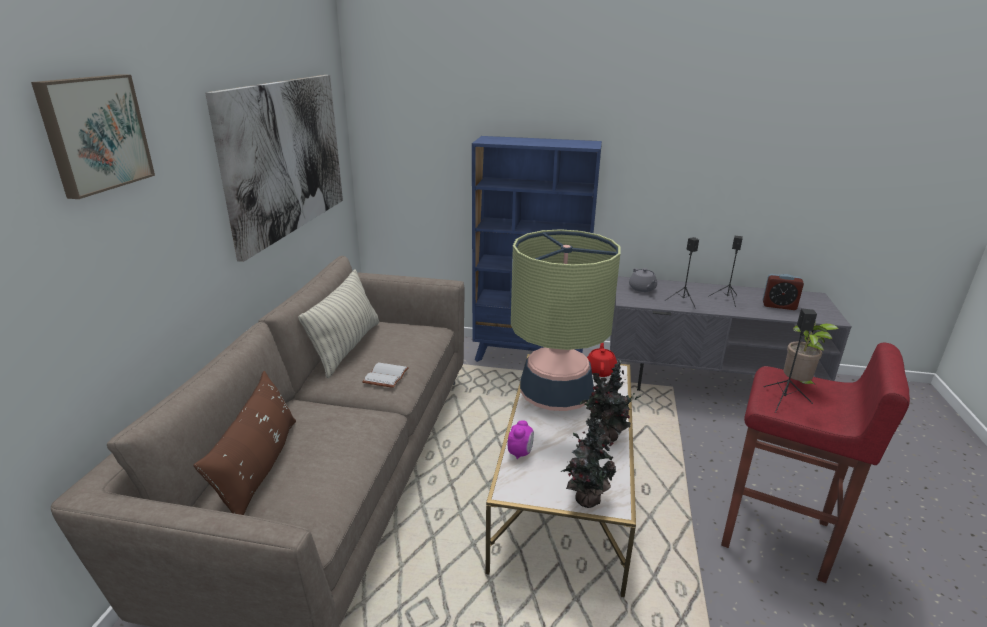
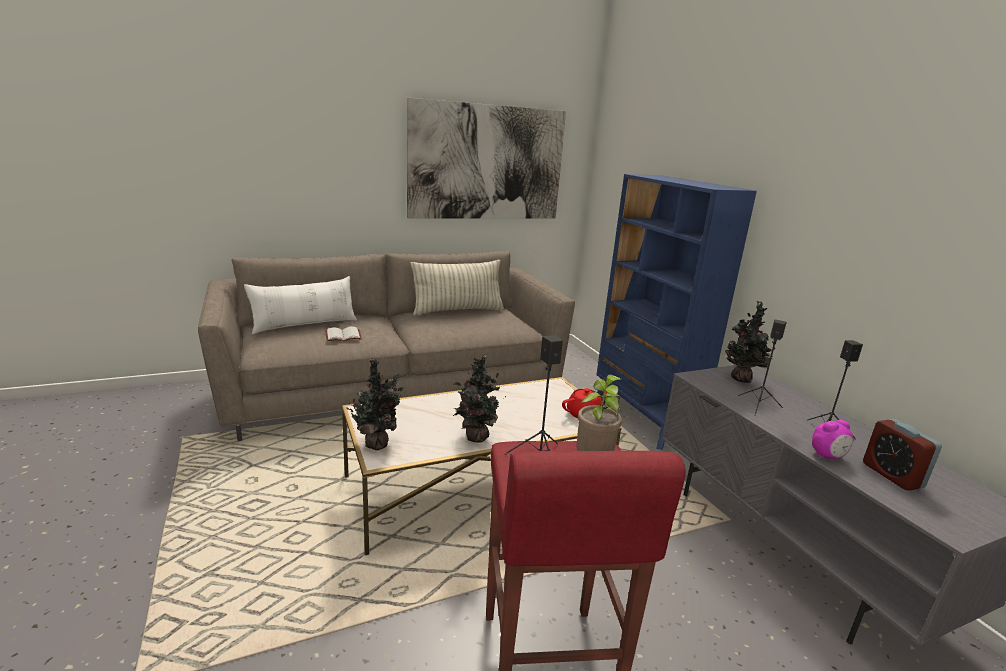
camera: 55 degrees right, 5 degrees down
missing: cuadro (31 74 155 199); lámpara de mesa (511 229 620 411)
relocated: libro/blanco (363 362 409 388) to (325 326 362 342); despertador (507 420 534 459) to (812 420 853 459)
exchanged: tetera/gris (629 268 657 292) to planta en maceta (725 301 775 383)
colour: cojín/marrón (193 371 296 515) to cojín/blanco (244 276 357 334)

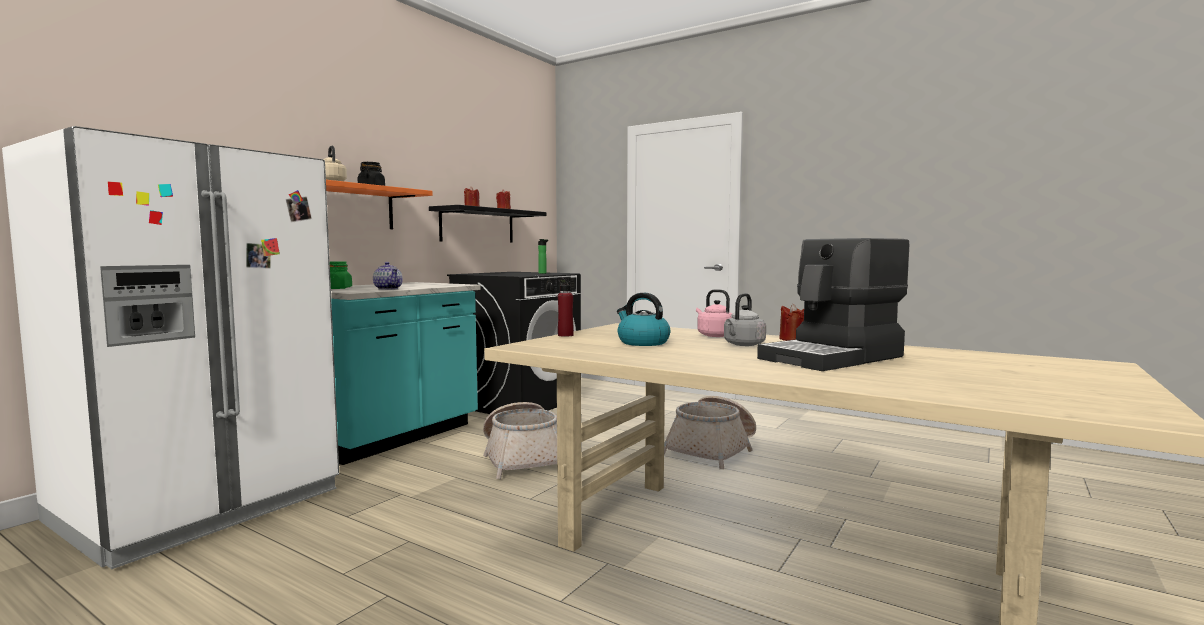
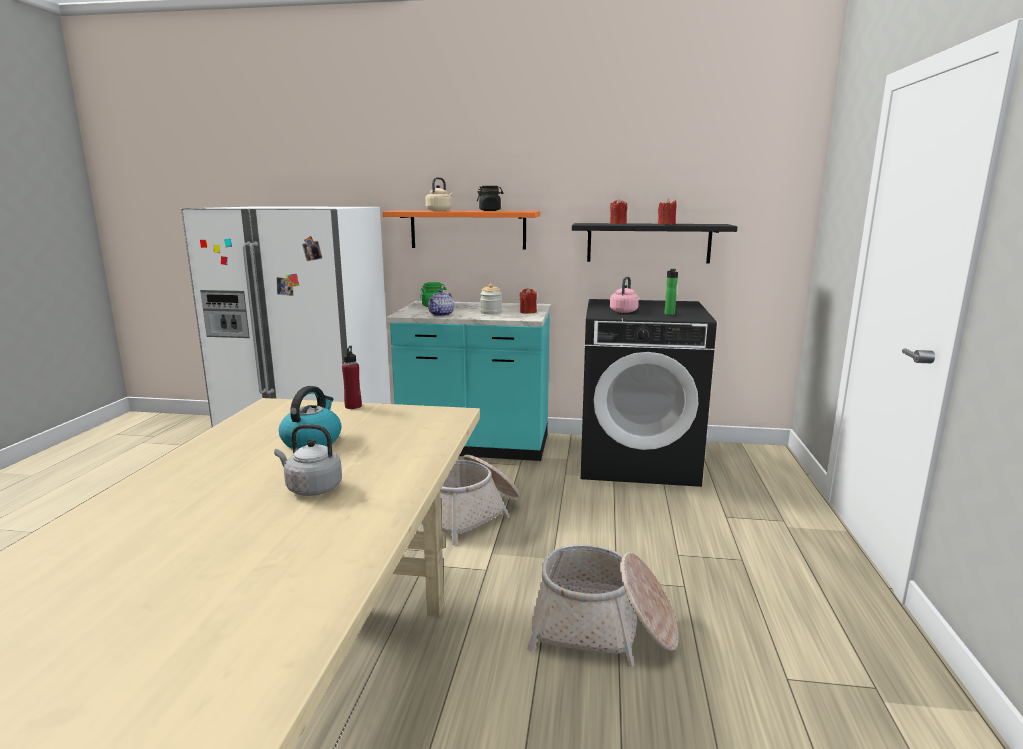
camera: 65 degrees right, 10 degrees up
missing: cafetera (757 238 909 371)
appeared: tarro (480 284 502 314)
relocated: hervidor/rosa (696 289 732 337) to (610 276 639 313); vela/rojo (779 304 804 341) to (520 288 537 314)

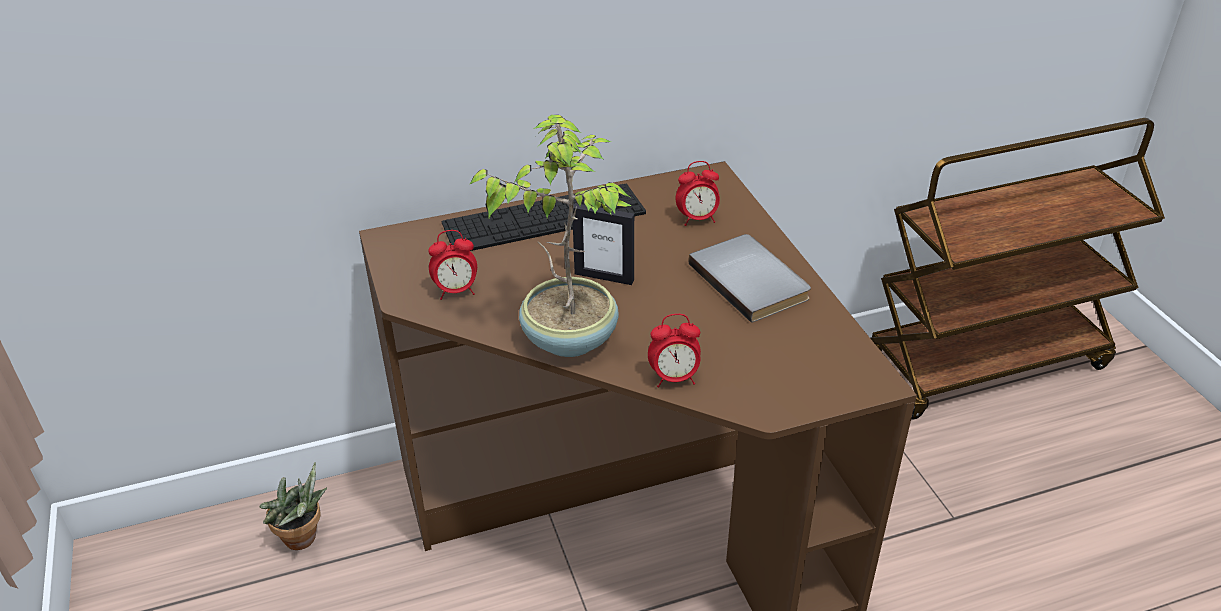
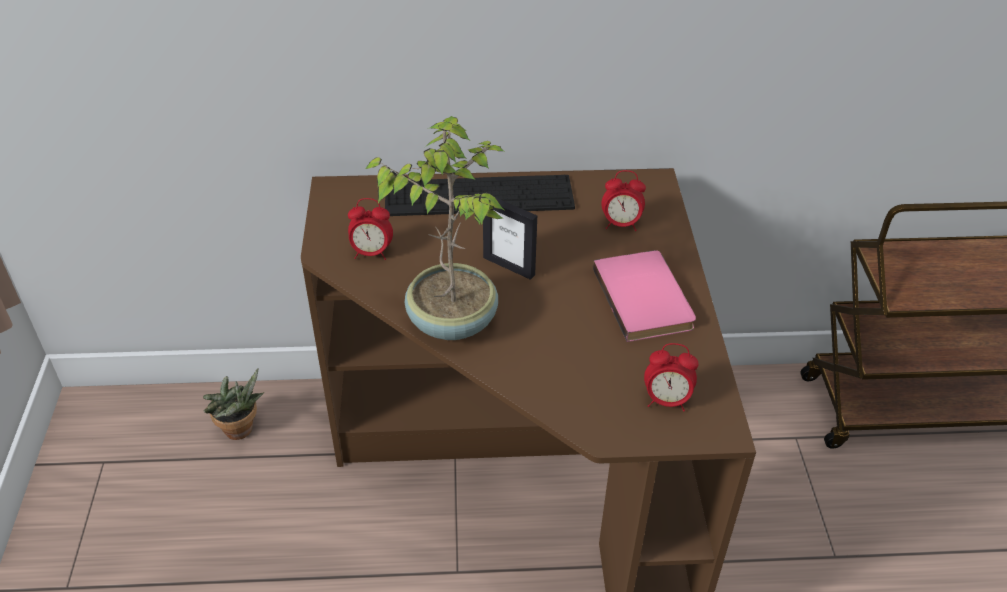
camera: 15 degrees right, 5 degrees up
relocated: despertador (648 314 701 388) to (644 343 699 412)
colour: libro/gris (688 234 811 323) to libro/rosa (593 250 696 342)

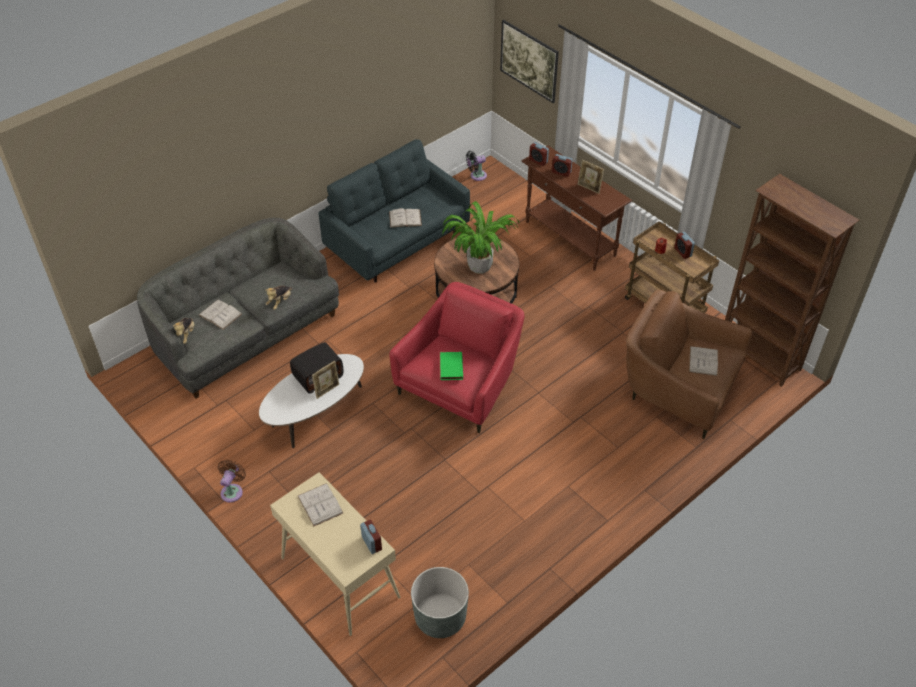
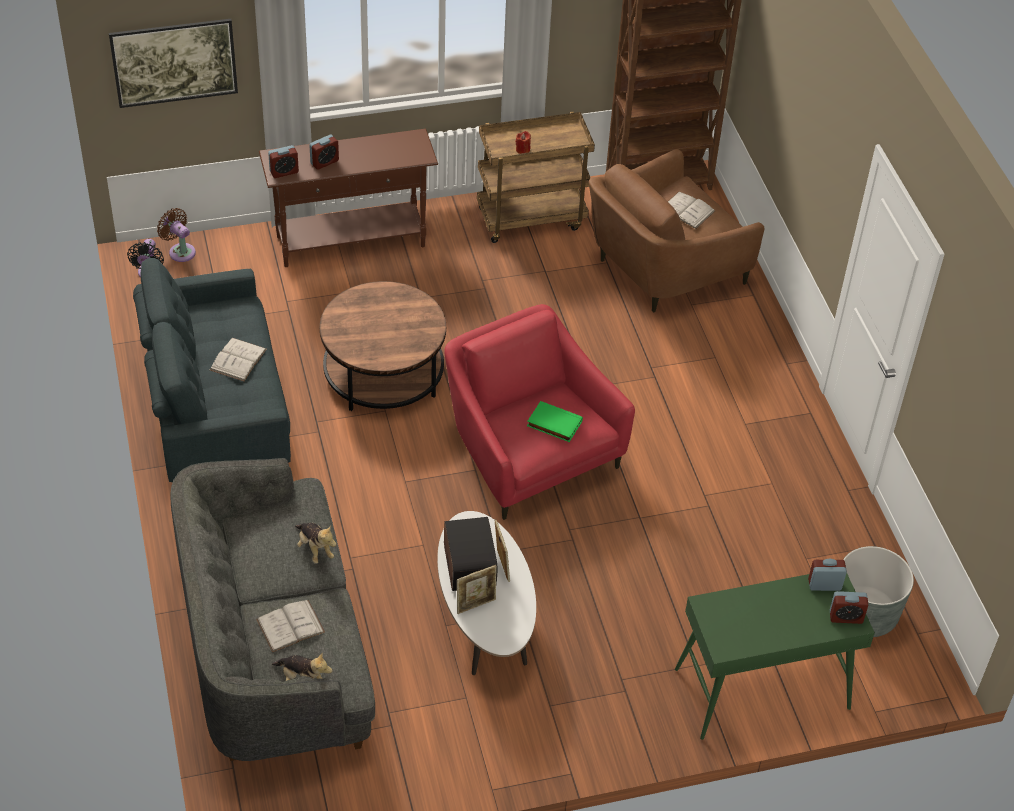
camera: 65 degrees left, 0 degrees up
missing: libro/blanco (298 483 343 526); planta en maceta (442 201 519 273)
relocated: ventilador/marrón (218 460 246 503) to (157 208 196 262); portarretratos (578 160 604 194) to (457 565 497 614); despertador (674 232 695 259) to (830 591 868 624)
colour: mesa consola/beis (270 472 400 636) to mesa consola/verde (675 573 875 740)

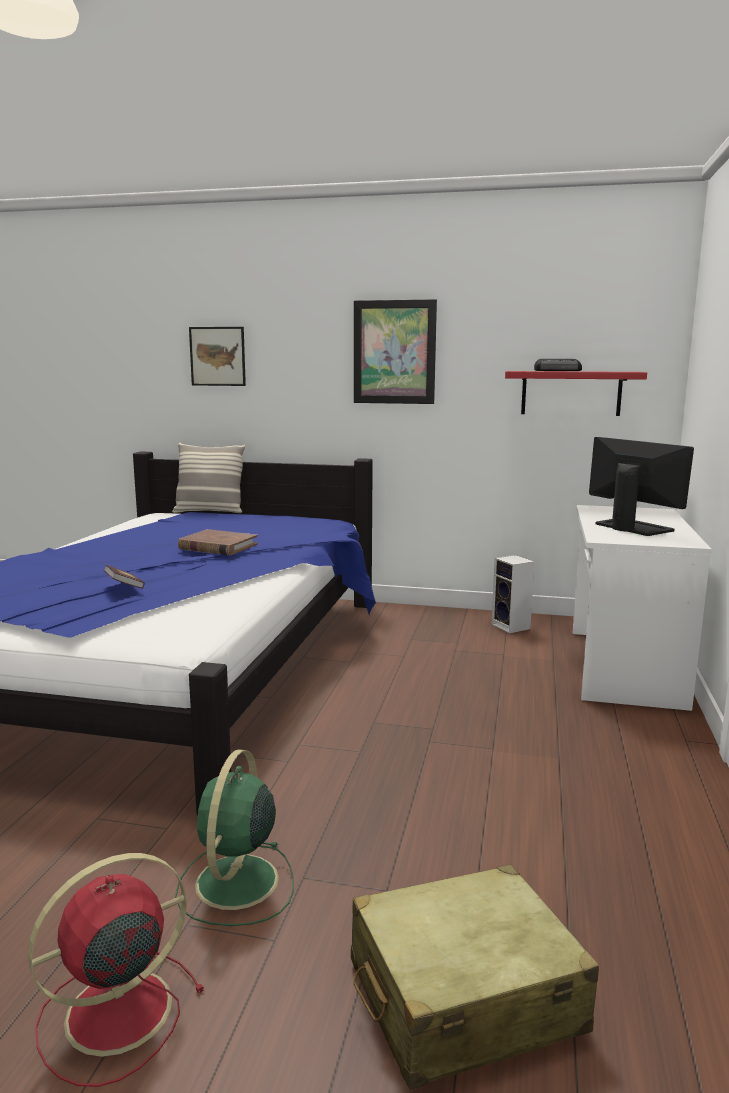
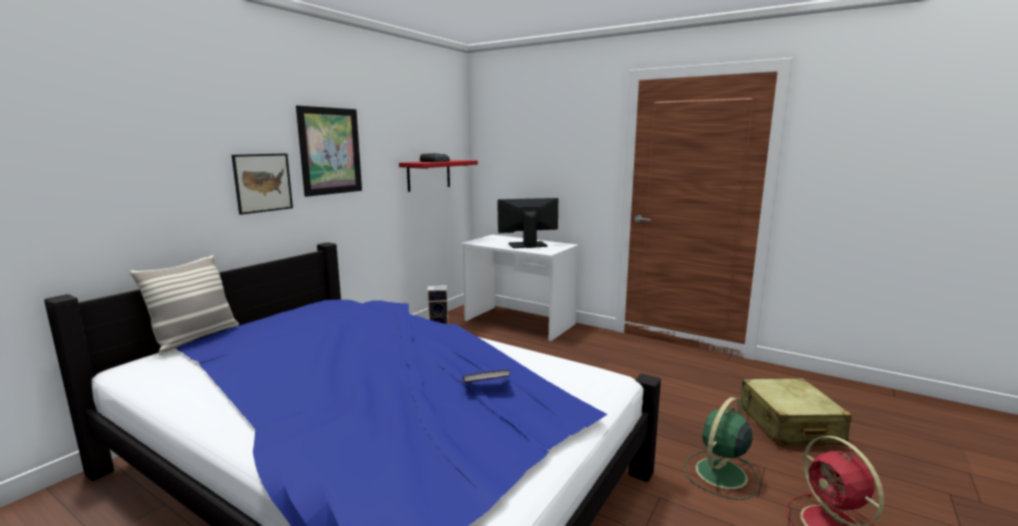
camera: 70 degrees left, 0 degrees up
missing: libro/marrón (178 529 258 556)
relocated: cuadro (189 327 246 386) to (232 153 293 215)
spun: ventilador/verde (175 749 294 926) = (684 397 758 500) 105 degrees clockwise

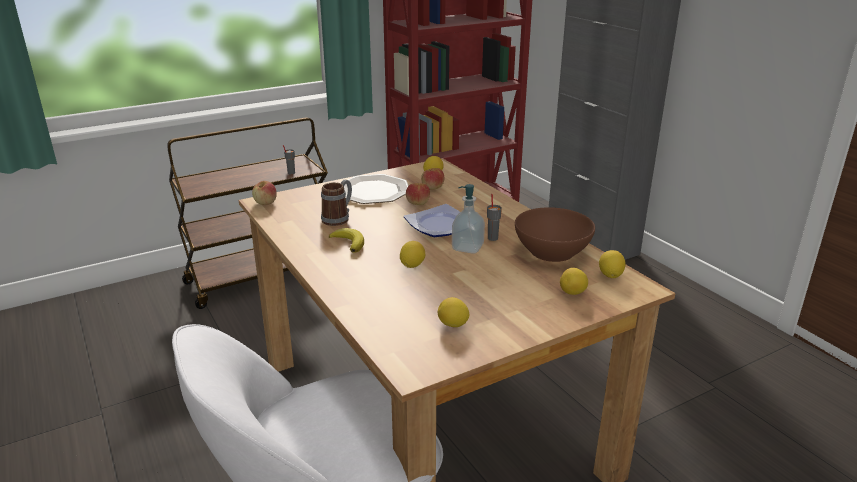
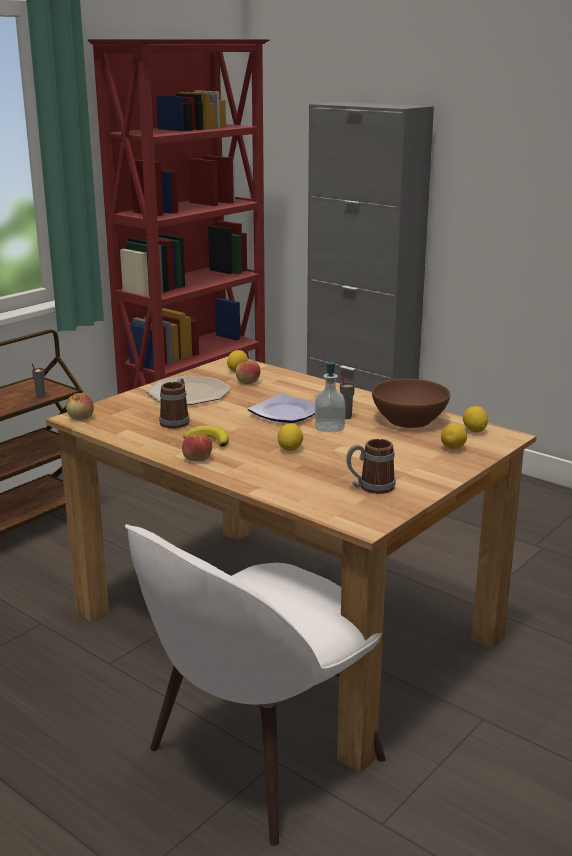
camera: 20 degrees left, 5 degrees down
relocated: manzana (406 183 430 205) to (182 434 212 461)
exchanged: limón (438 297 469 327) to taza grande (346 439 396 494)

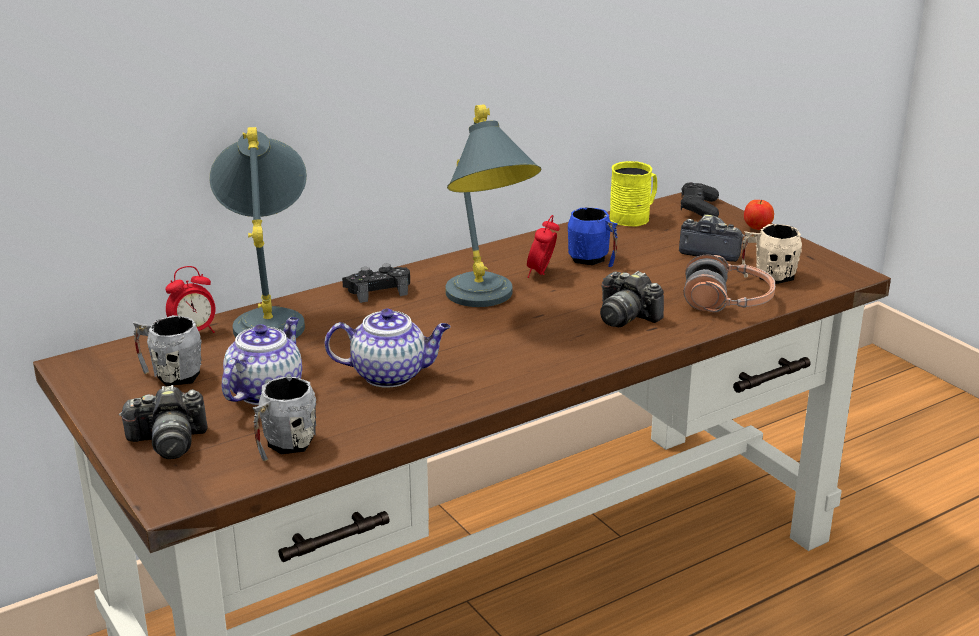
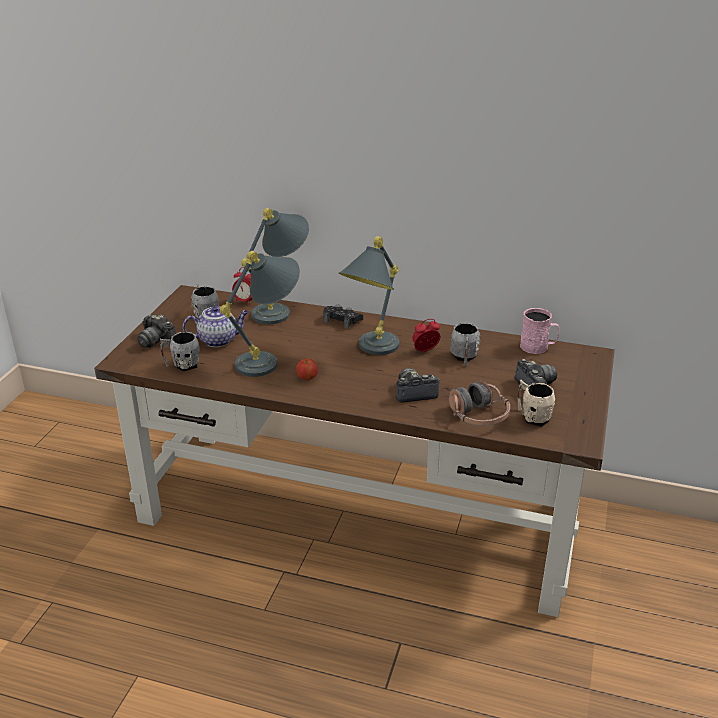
camera: 50 degrees right, 5 degrees up
missing: mando de consola/negro (681 182 719 217)
relocated: manzana (744 199 774 230) to (296 359 318 381)
exchanged: tetera (325 309 451 388) to lámpara de mesa/gris (220 251 300 377)
colour: taza grande/azul (568 207 618 267) to taza grande/gris (450 323 480 366); taza grande/amarillo (610 161 657 226) to taza grande/rosa (520 308 559 354)
spun: cámara (600 271 664 327) = (396 368 440 403) 75 degrees clockwise

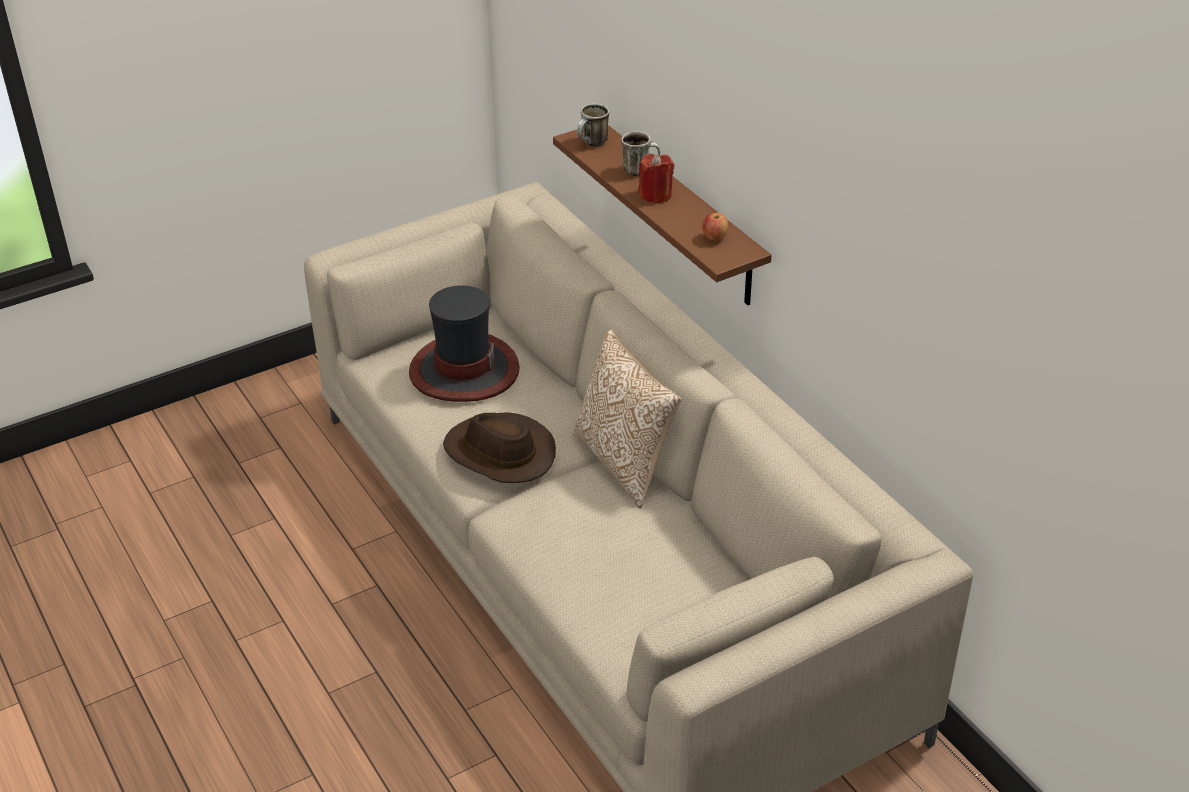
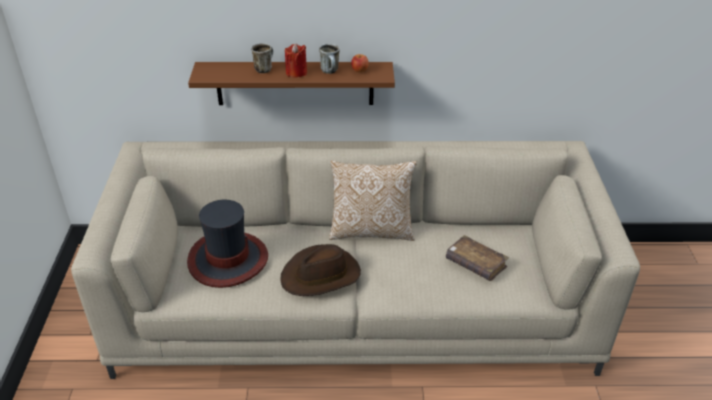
camera: 60 degrees left, 0 degrees up
appeared: libro/marrón (446 235 509 281)
relocated: taza grande (577 103 609 147) to (319 44 340 74)

